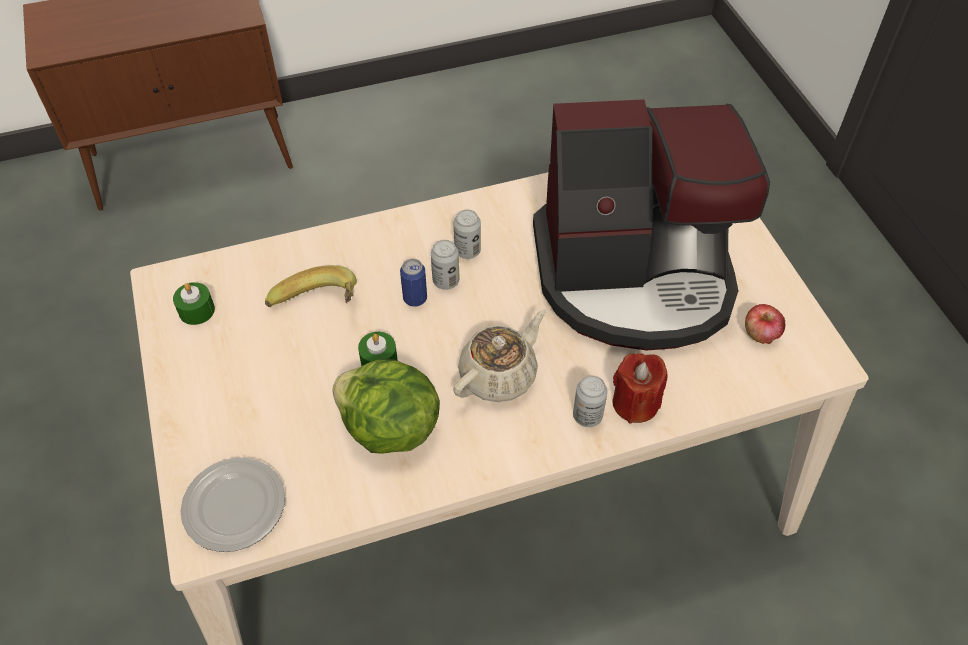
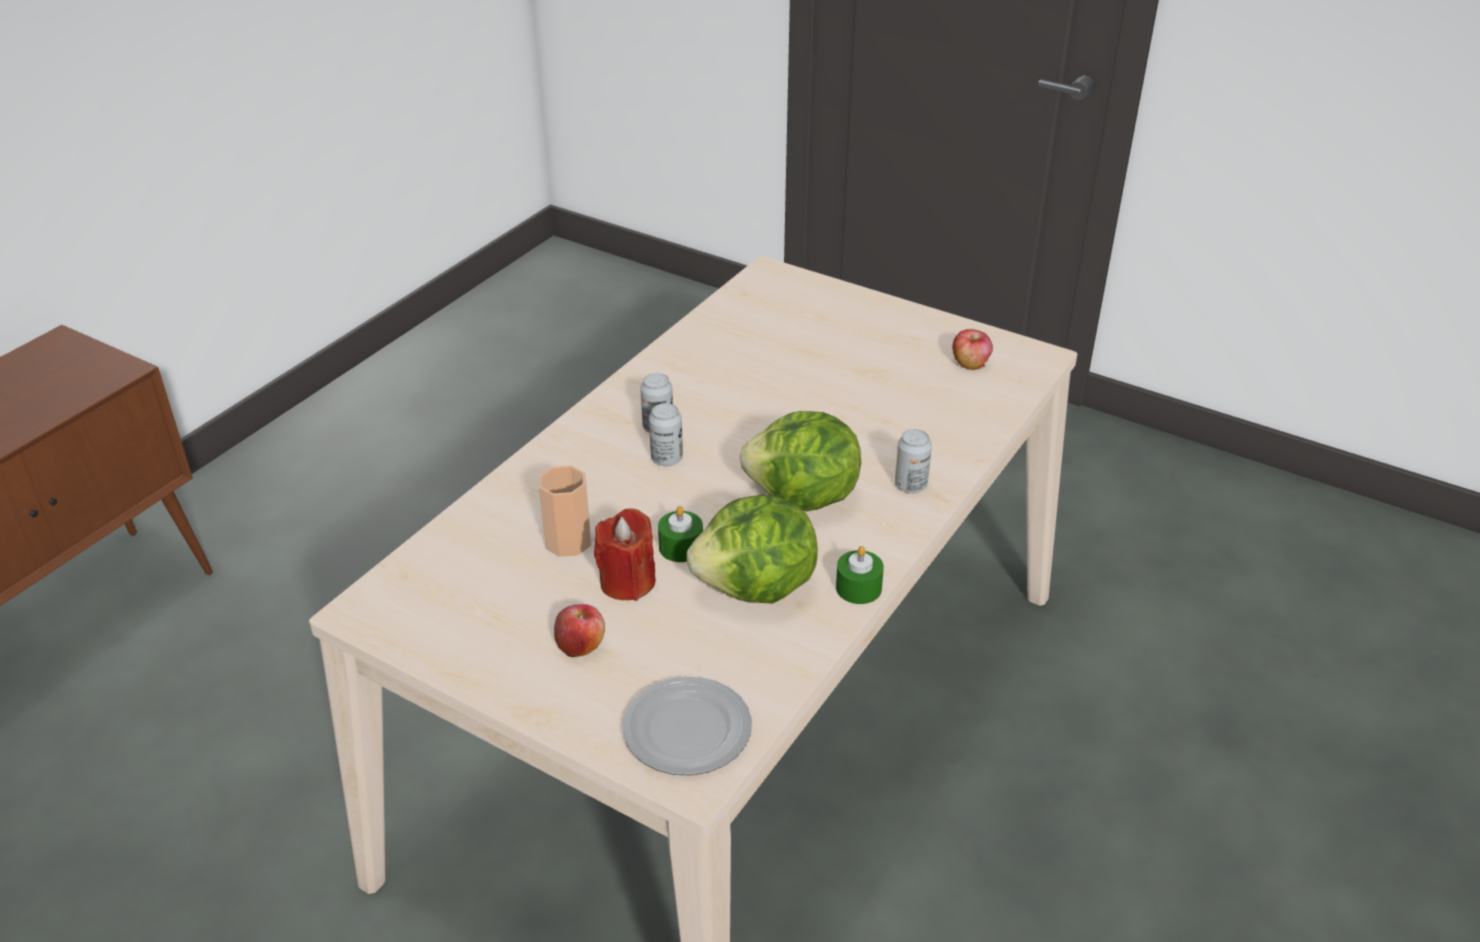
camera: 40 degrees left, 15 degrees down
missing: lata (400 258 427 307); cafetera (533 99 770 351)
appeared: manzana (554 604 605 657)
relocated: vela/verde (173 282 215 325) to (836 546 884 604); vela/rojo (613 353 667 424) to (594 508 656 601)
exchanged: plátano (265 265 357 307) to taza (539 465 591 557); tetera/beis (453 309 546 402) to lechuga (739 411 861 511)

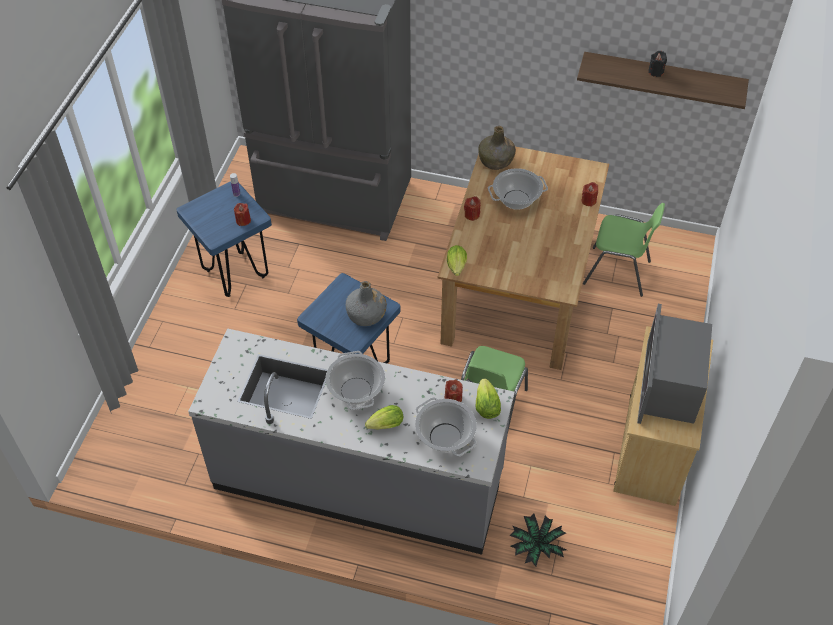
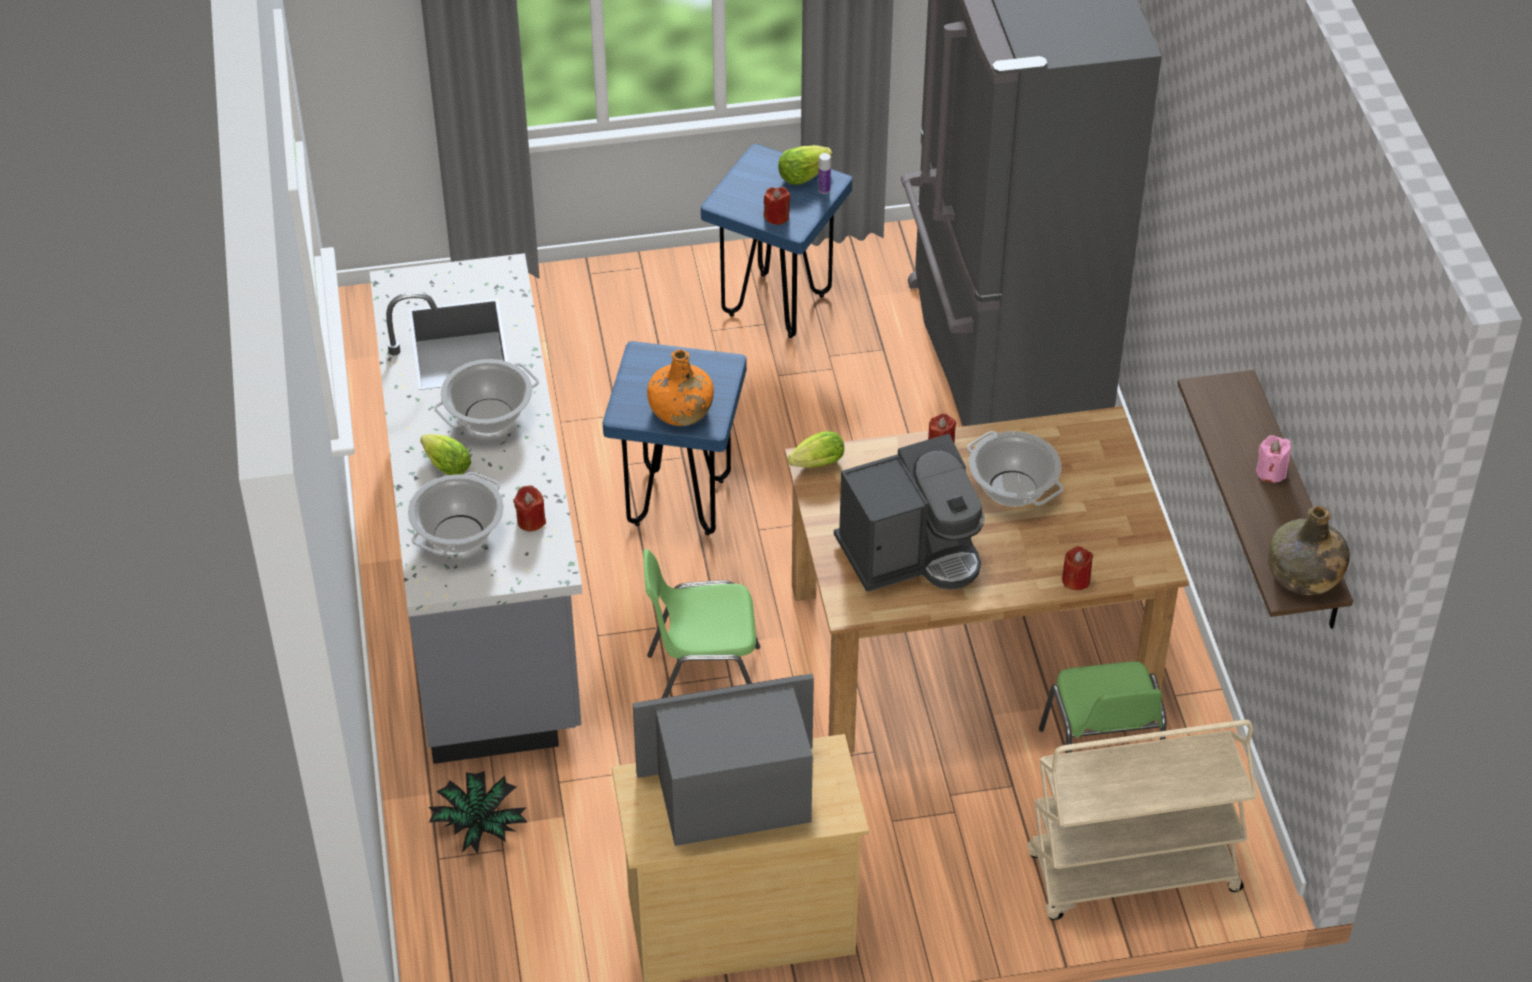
camera: 65 degrees right, 5 degrees down
appeared: cafetera (834 434 985 592); carrito/beis (1027 720 1257 920)
relocated: lechuga (476 379 501 419) to (778 145 832 185); botella/verde (478 126 516 170) to (1268 505 1350 595)
colour: botella/gris (346 281 387 326) to botella/naranja (647 350 714 426); vela/negro (648 51 667 77) to vela/rosa (1256 435 1291 483)

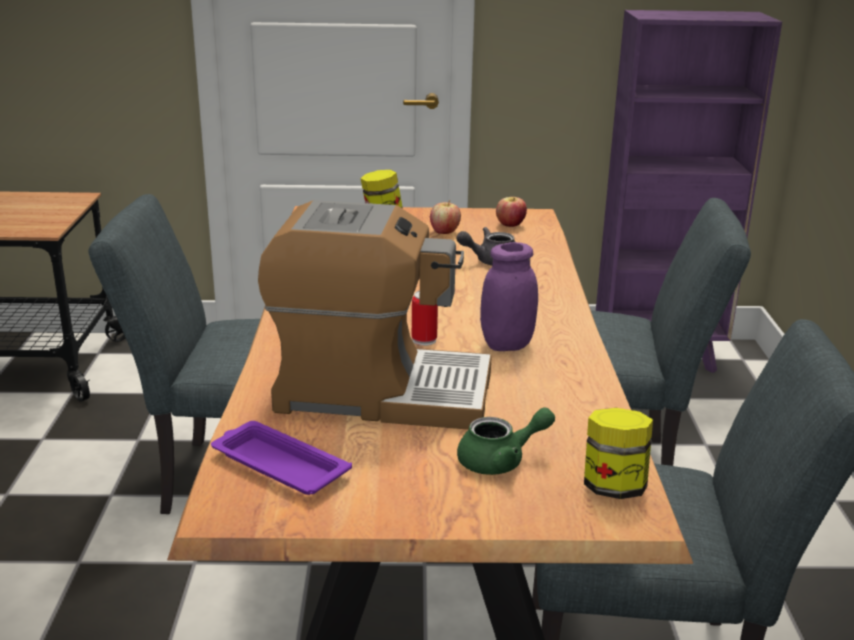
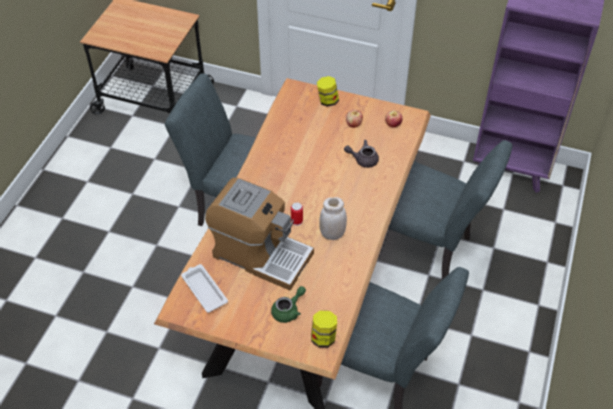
camera: 20 degrees right, 25 degrees up
colour: bandeja/morado (211 421 352 495) to bandeja/blanco (181 264 228 313); tarro/morado (480 242 538 351) to tarro/blanco (319 197 347 240)
spun: tetera/verde (457 407 555 475) = (271 286 306 323) 45 degrees counterclockwise

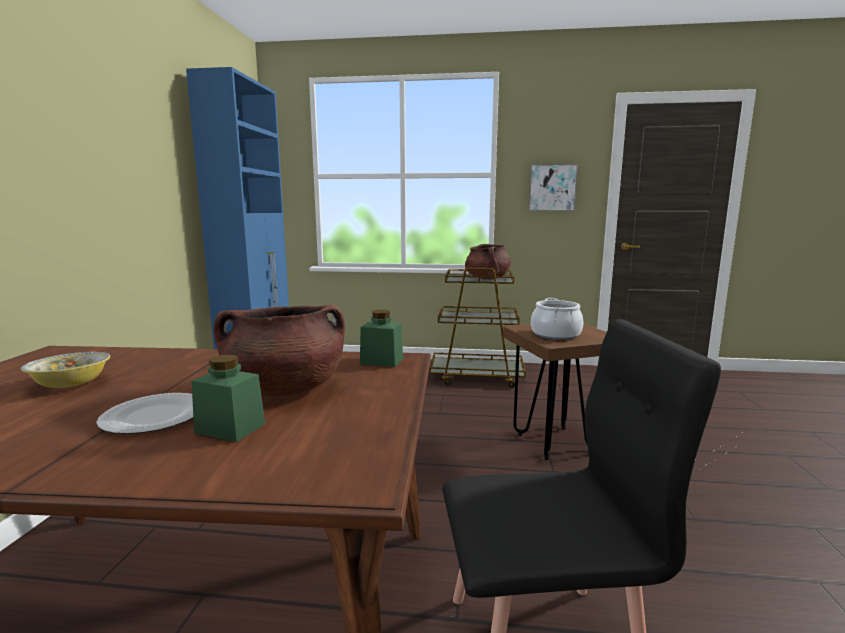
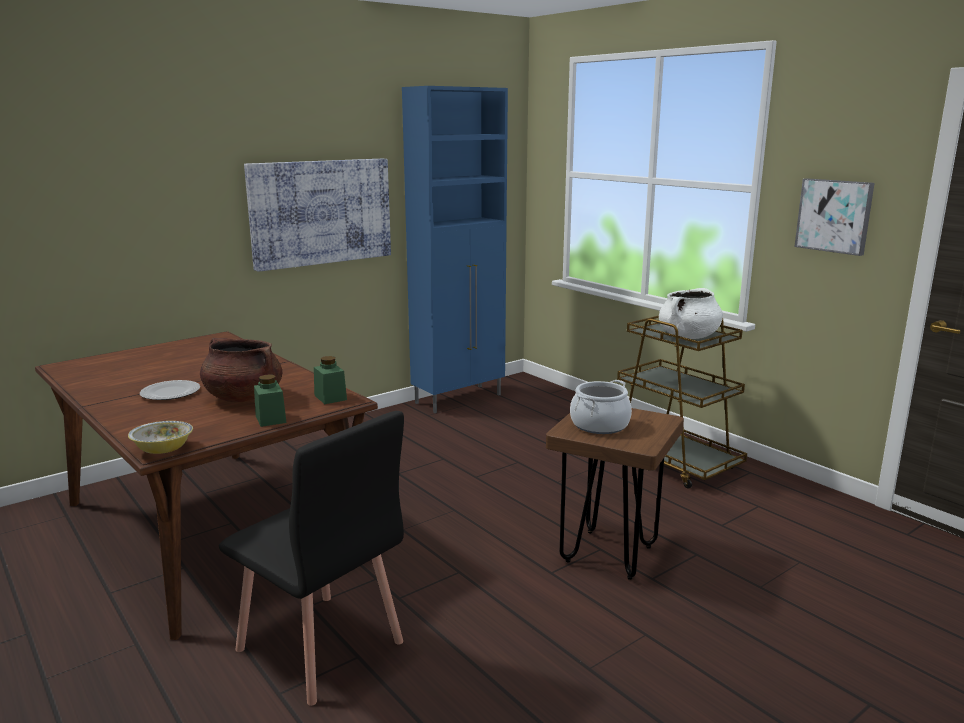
camera: 45 degrees right, 5 degrees up
appeared: cuadro (244 159 391 272)
relocated: cuenco (21 352 110 388) to (128 421 193 454); tarro/verde (191 355 265 442) to (254 375 287 427)
colour: olla/marrón (465 244 511 280) to olla/blanco (659 288 723 339)

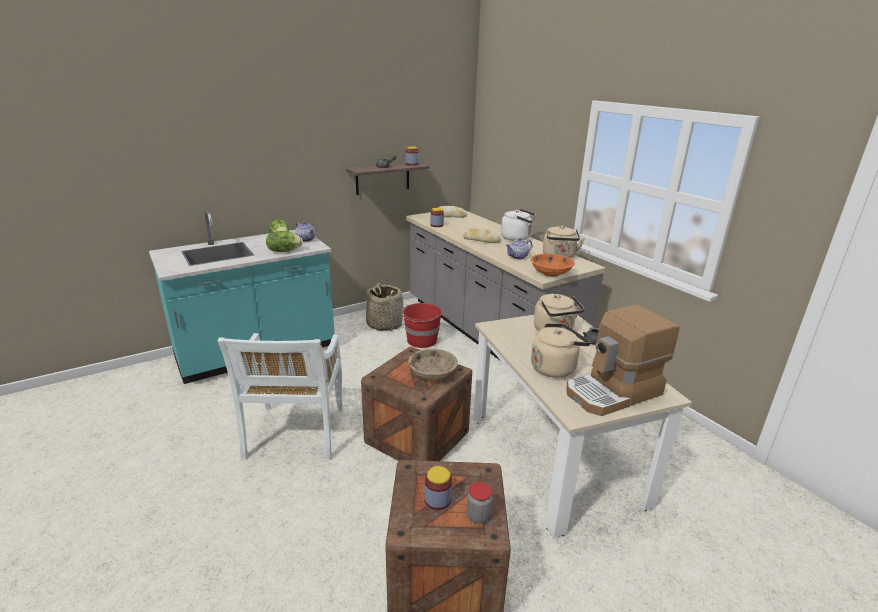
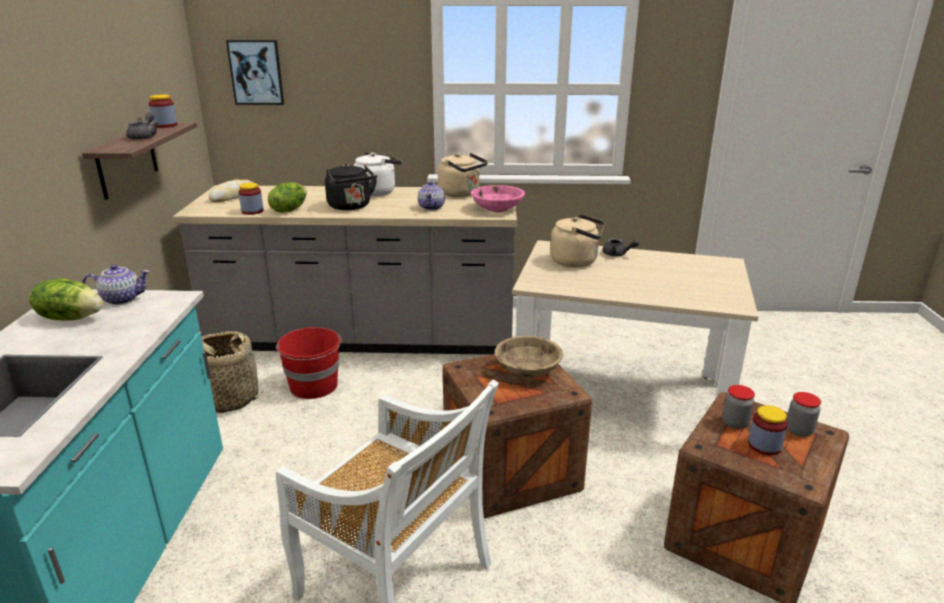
camera: 55 degrees left, 0 degrees up
missing: hervidor/beis (531 323 591 378); cafetera (566 305 679 416)
appeared: cuadro (226 40 284 105); tarro (722 385 755 429)
relocated: lechuga (266 231 303 252) to (268 182 307 212)
exchanged: pan (463 228 501 243) to hervidor/negro (325 164 377 210)
colour: cuenco/naranja (531 254 575 277) to cuenco/rosa (471 185 525 212)

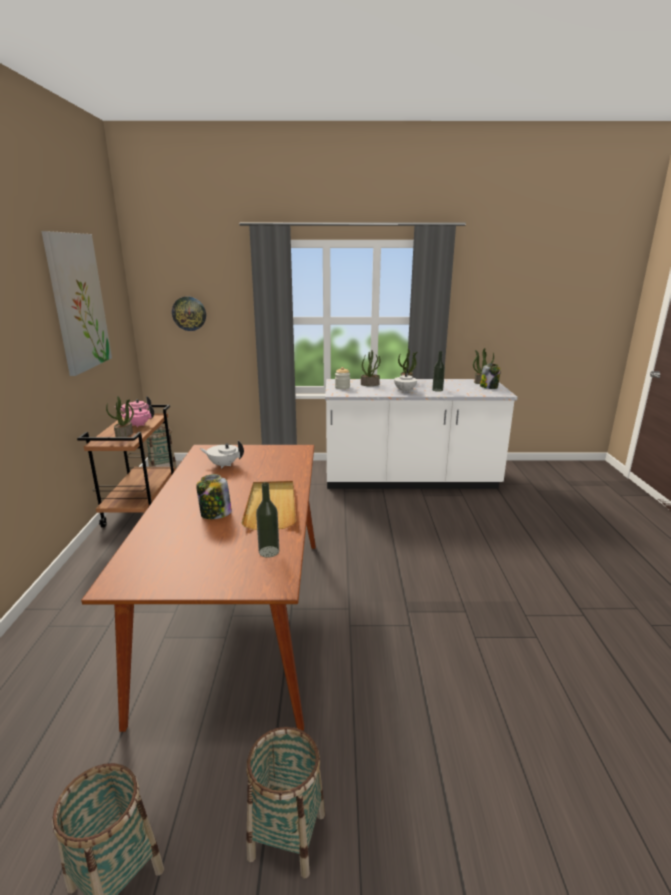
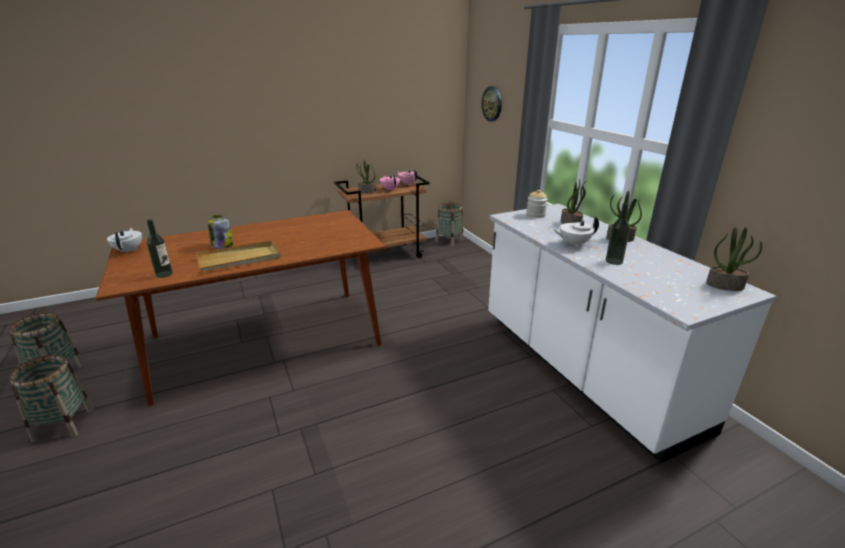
camera: 65 degrees right, 5 degrees up
missing: cuadro (41 231 112 376); tarro (480 363 501 389)
relocated: tetera/blanco (200 441 244 468) to (107 228 142 253)

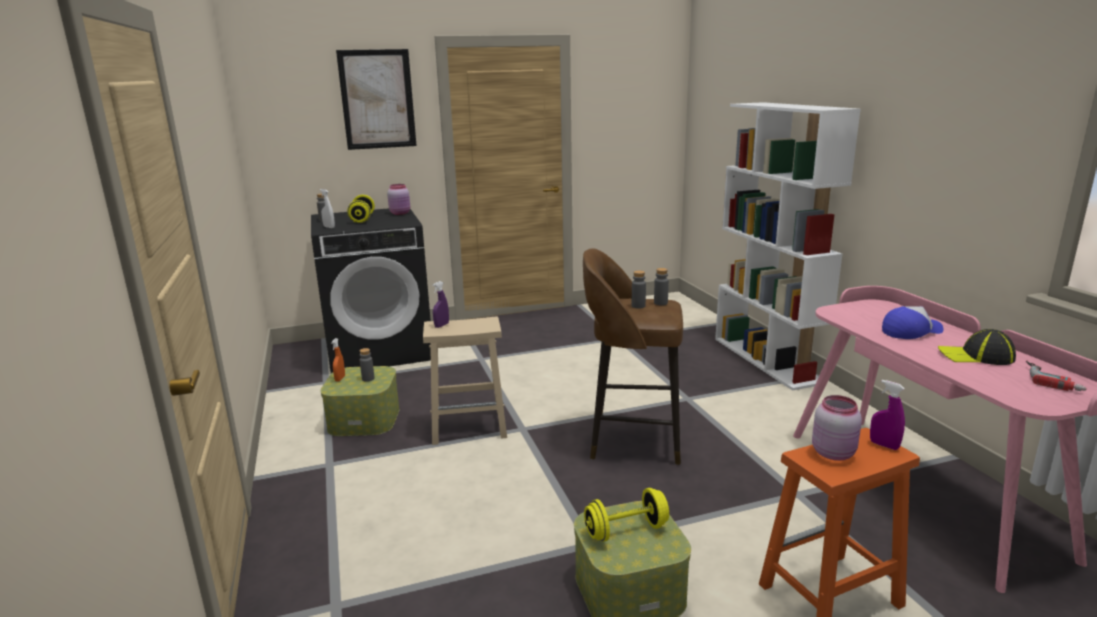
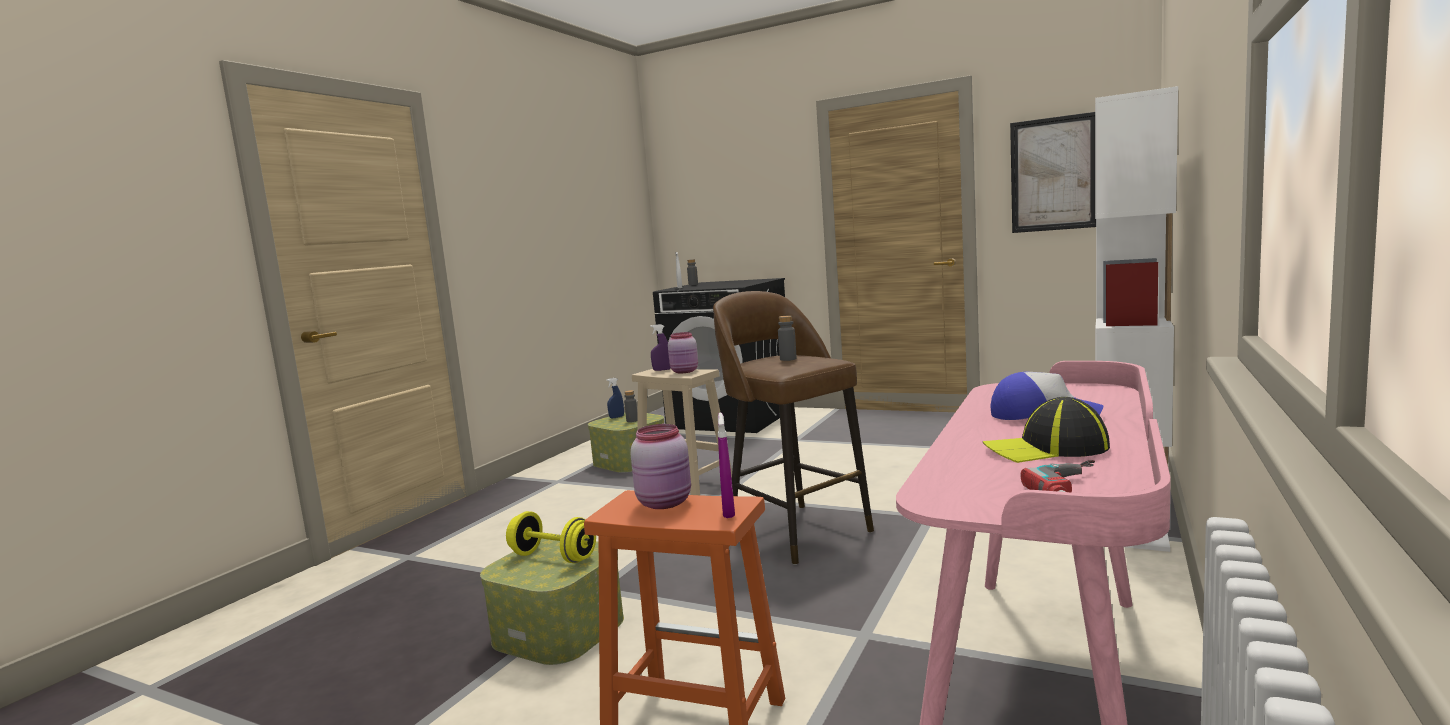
camera: 45 degrees right, 10 degrees down
missing: mancuerna/amarillo (347 195 375 223); botella/gris (654 268 669 305)
relocated: cuadro (336 49 417 150) to (1010 112 1096 233); tarro/rosa (387 184 410 215) to (668 332 698 373)
colour: pulverizador/naranja (331 338 345 382) to pulverizador/azul (607 378 624 419)
spun: gorra (938 329 1016 365) = (983 397 1110 463) 60 degrees counterclockwise

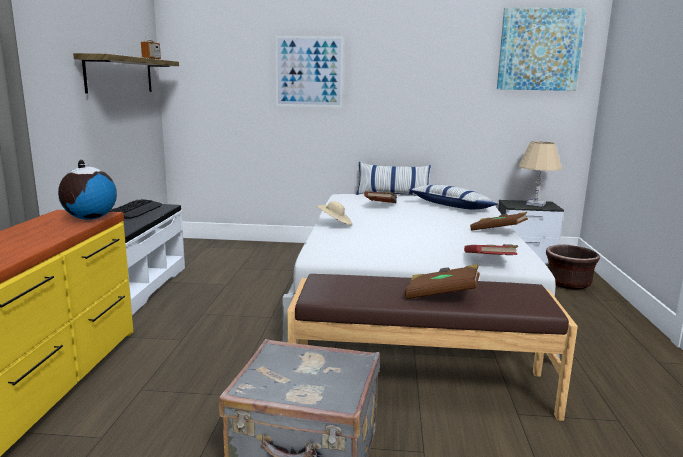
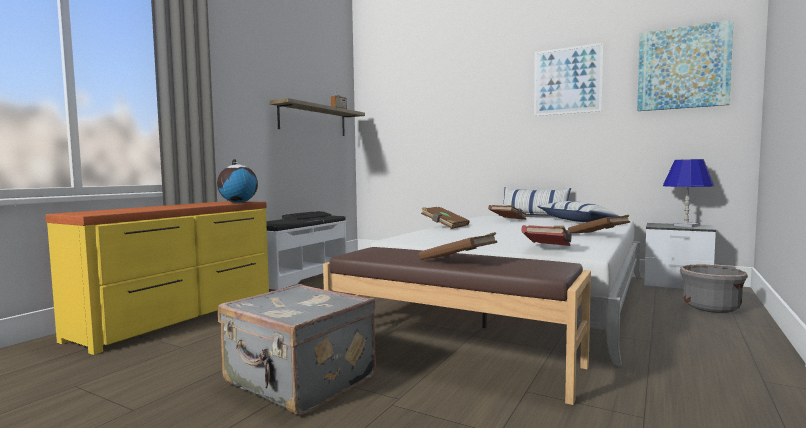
camera: 25 degrees right, 10 degrees down
relocated: cuadro (275 36 344 108) to (534 43 603 116)
exchanged: sombrero/beis (317 201 352 225) to libro/marrón (421 207 470 229)
colour: lámpara de mesa/beis (519 141 562 207) to lámpara de mesa/azul (663 159 714 227); maceta/marrón (546 245 600 290) to maceta/gris (680 264 748 313)

